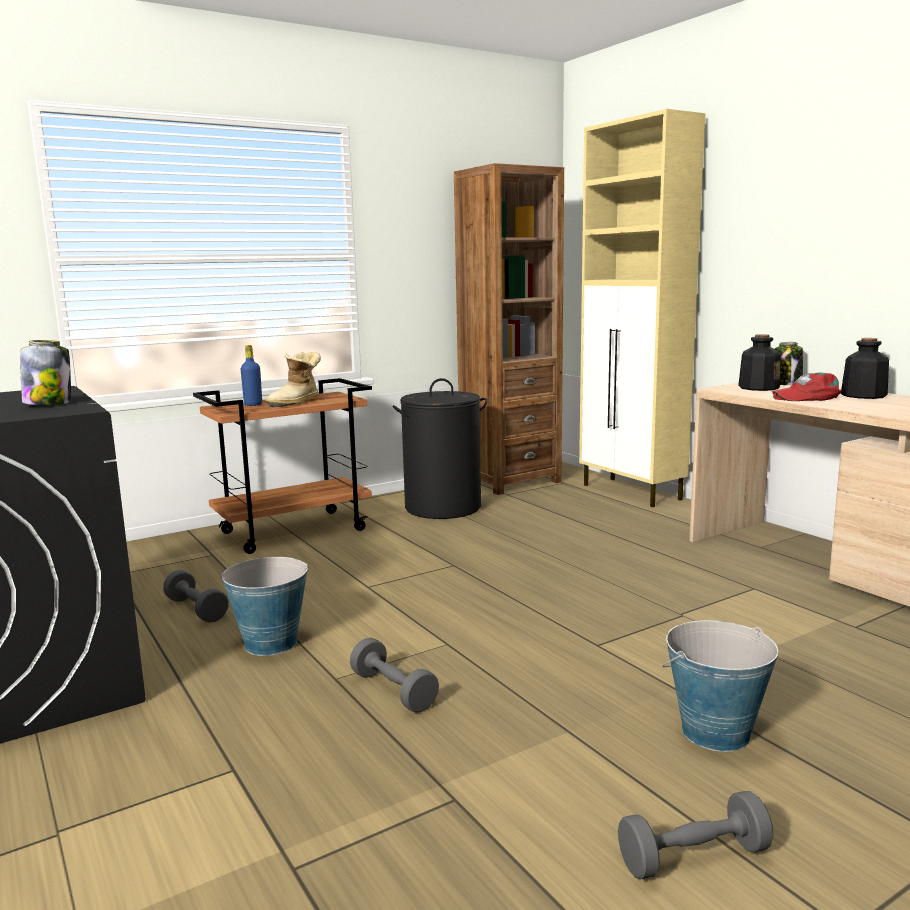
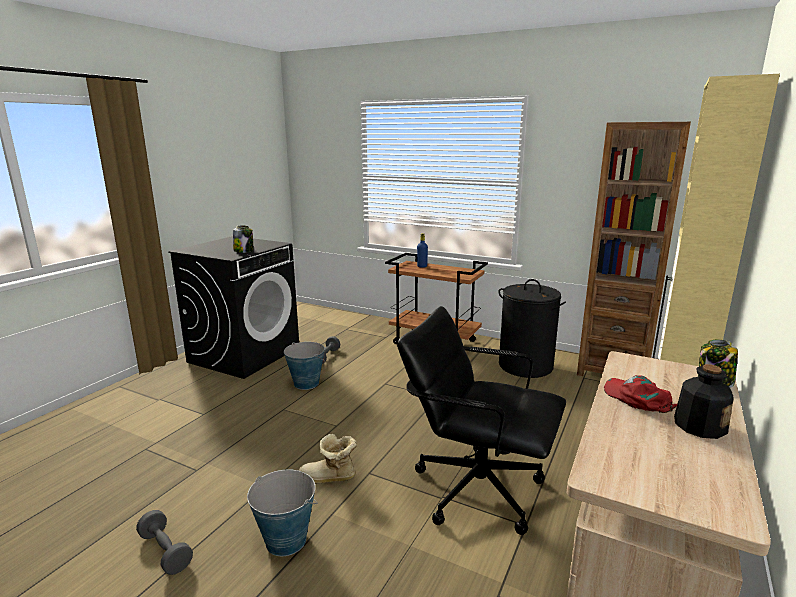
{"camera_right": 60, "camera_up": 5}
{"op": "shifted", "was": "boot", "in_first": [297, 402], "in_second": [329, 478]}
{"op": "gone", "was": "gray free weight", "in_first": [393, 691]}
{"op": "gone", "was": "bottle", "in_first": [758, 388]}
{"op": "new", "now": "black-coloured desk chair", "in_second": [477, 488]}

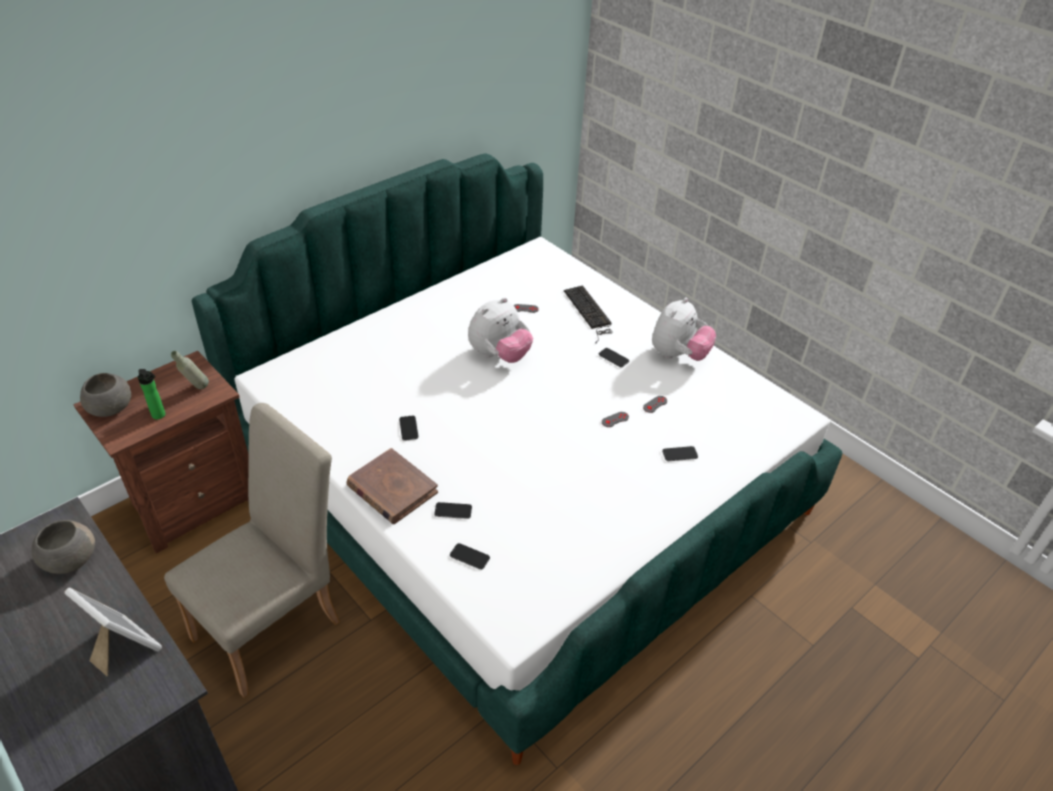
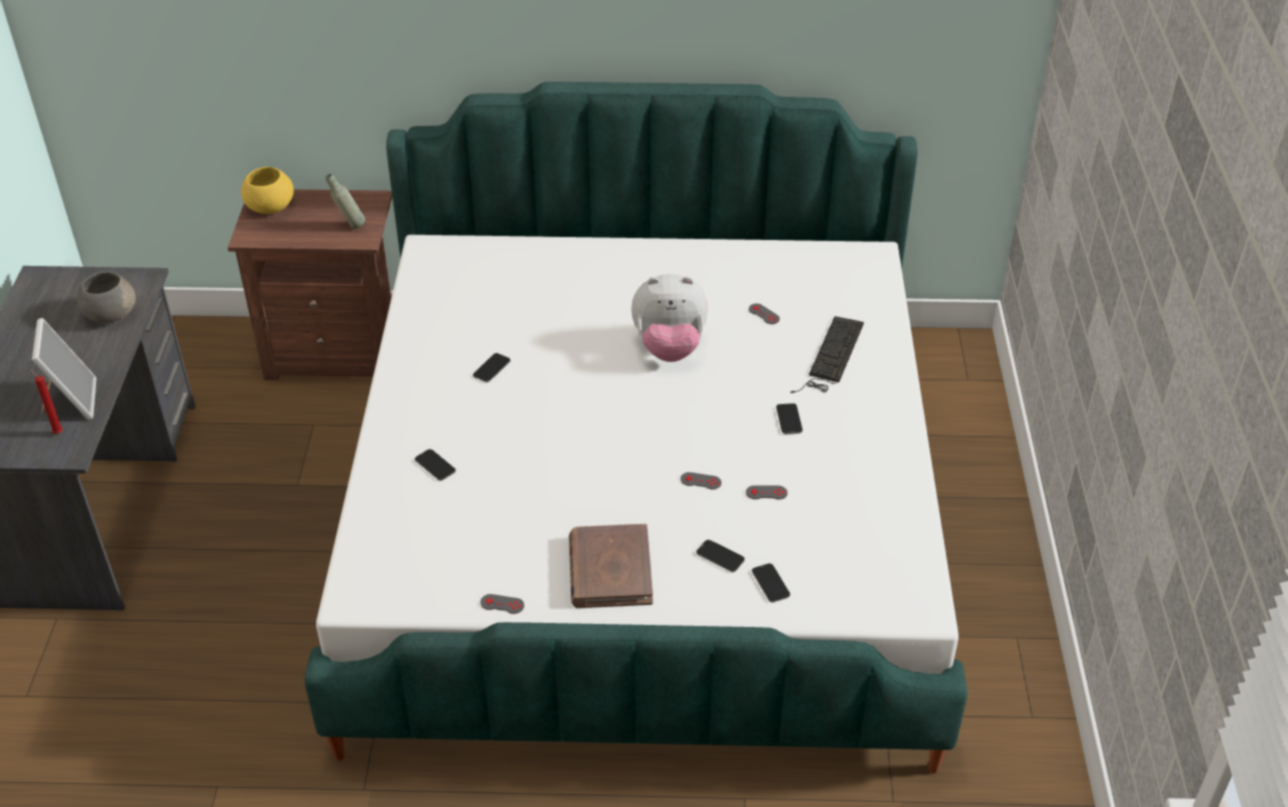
{"camera_right": 45, "camera_up": 0}
{"op": "repainted", "was": "gray deep dish", "now": "yellow deep dish", "in_first": [110, 408], "in_second": [269, 207]}
{"op": "gone", "was": "bottle", "in_first": [160, 416]}
{"op": "gone", "was": "sand-coloured upright chair", "in_first": [276, 623]}
{"op": "shifted", "was": "brown-coloured volume", "in_first": [392, 489], "in_second": [610, 570]}
{"op": "shifted", "was": "phone", "in_first": [469, 557], "in_second": [770, 583]}
{"op": "gone", "was": "soft toy", "in_first": [678, 355]}
{"op": "new", "now": "red-coloured candle", "in_second": [57, 432]}
{"op": "new", "now": "gray gamepad", "in_second": [502, 604]}

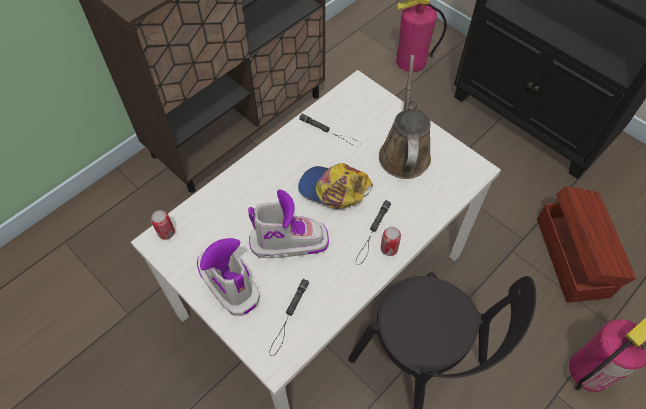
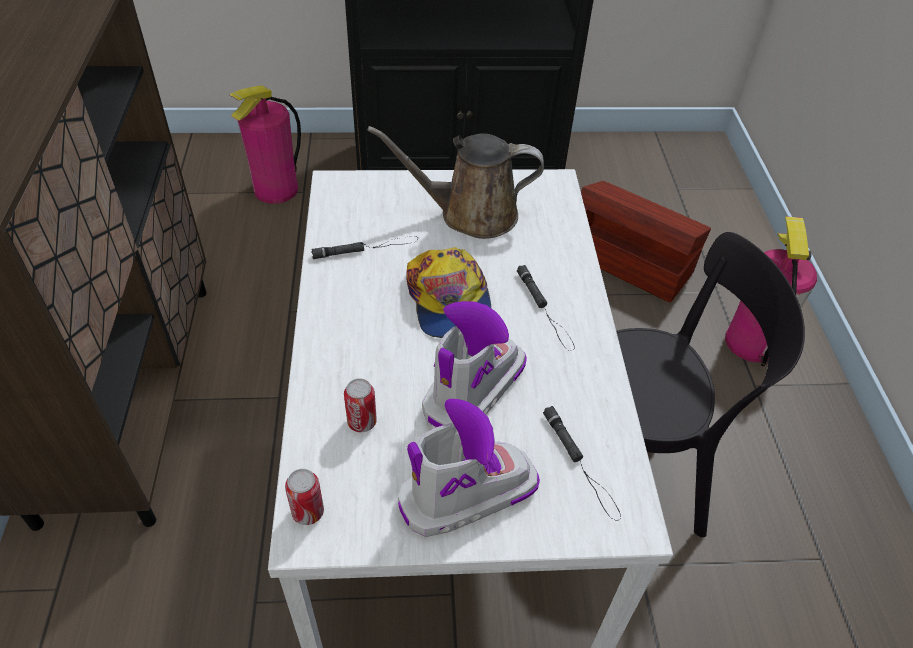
{"camera_right": -50, "camera_up": -10}
{"op": "rotated", "was": "boot", "in_first": [228, 283], "in_second": [466, 494], "clockwise": 150}
{"op": "rotated", "was": "peaked cap", "in_first": [333, 189], "in_second": [448, 300], "clockwise": -75}
{"op": "rotated", "was": "brown-coloured watering can", "in_first": [404, 152], "in_second": [470, 214], "clockwise": -45}
{"op": "shifted", "was": "can", "in_first": [389, 249], "in_second": [362, 422]}

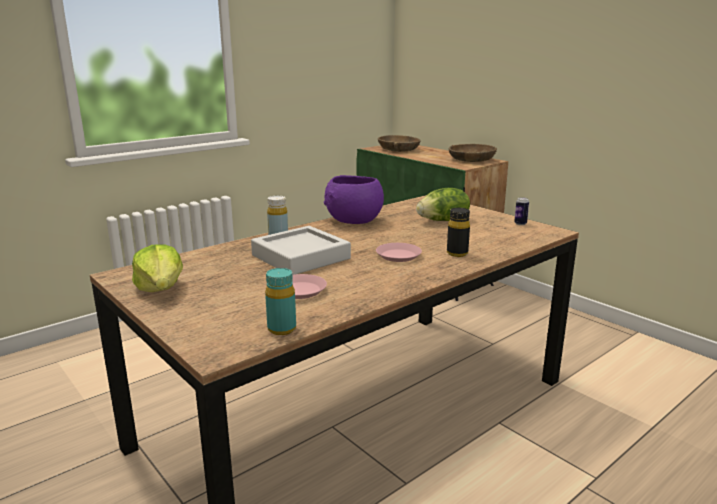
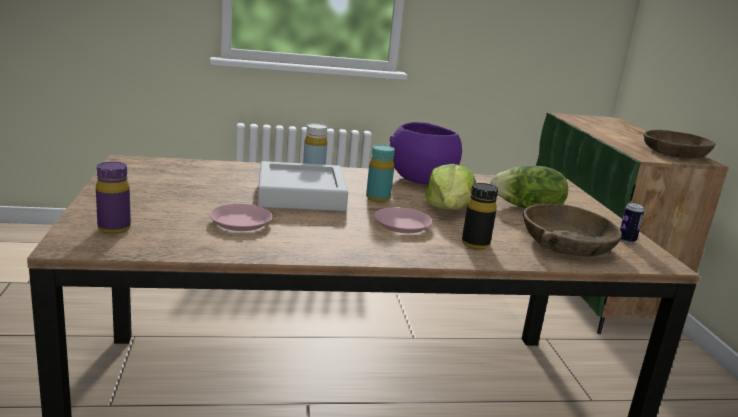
{"camera_right": 30, "camera_up": 0}
{"op": "shifted", "was": "lettuce head", "in_first": [160, 289], "in_second": [448, 209]}
{"op": "shifted", "was": "turquoise bottle", "in_first": [282, 329], "in_second": [378, 198]}
{"op": "shifted", "was": "brown-coloured deep dish", "in_first": [398, 149], "in_second": [566, 244]}
{"op": "new", "now": "purple bottle", "in_second": [114, 228]}

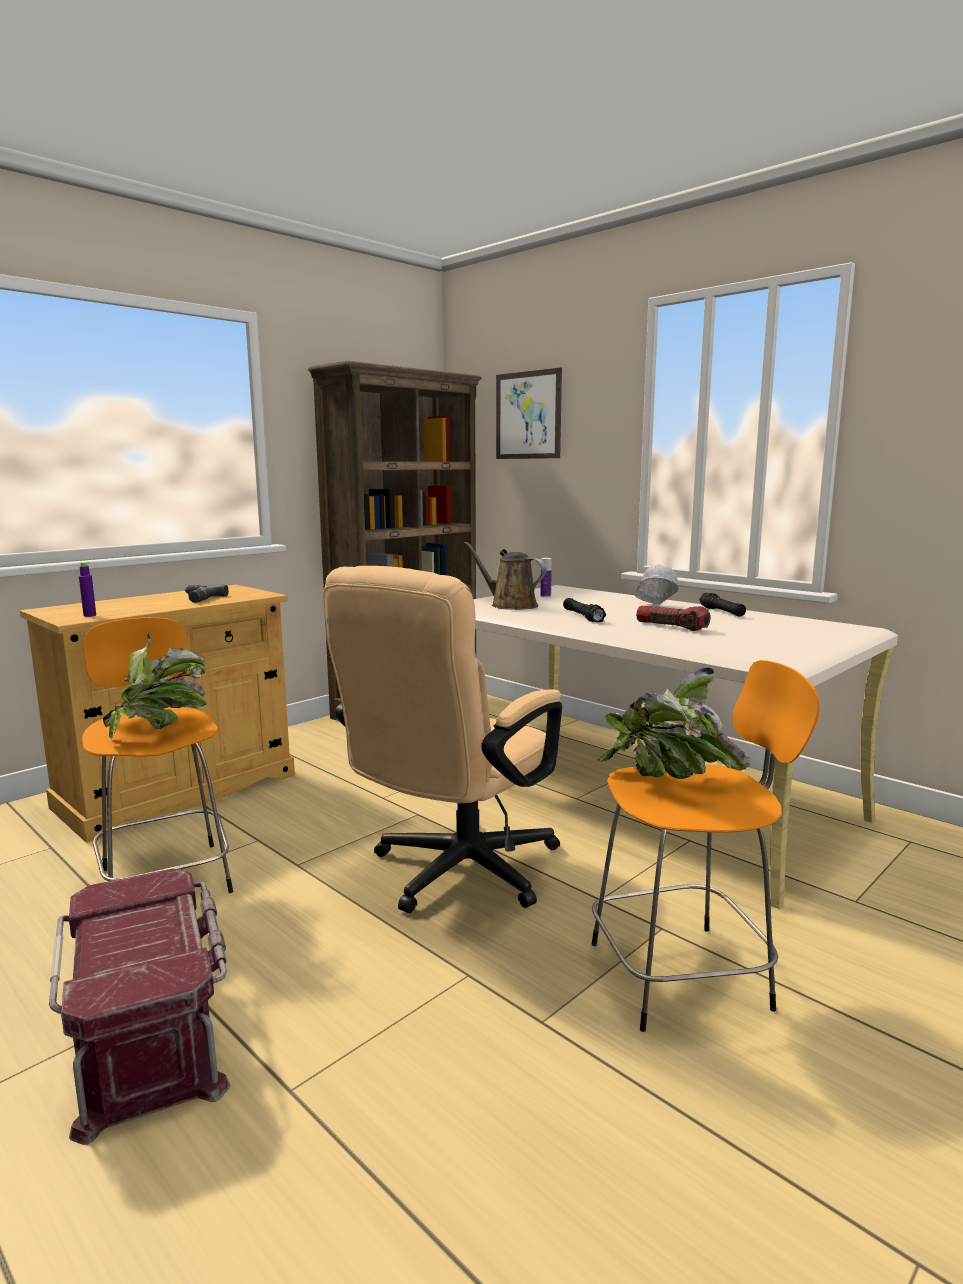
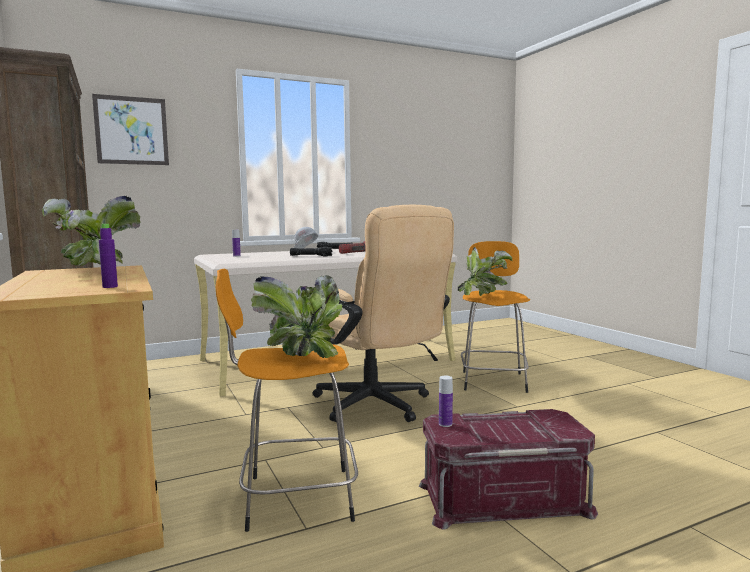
{"camera_right": -70, "camera_up": -5}
{"op": "swapped", "was": "electric drill", "now": "houseplant", "in_first": [198, 599], "in_second": [95, 274]}
{"op": "gone", "was": "brown-coloured watering can", "in_first": [510, 605]}
{"op": "new", "now": "bottle", "in_second": [445, 424]}

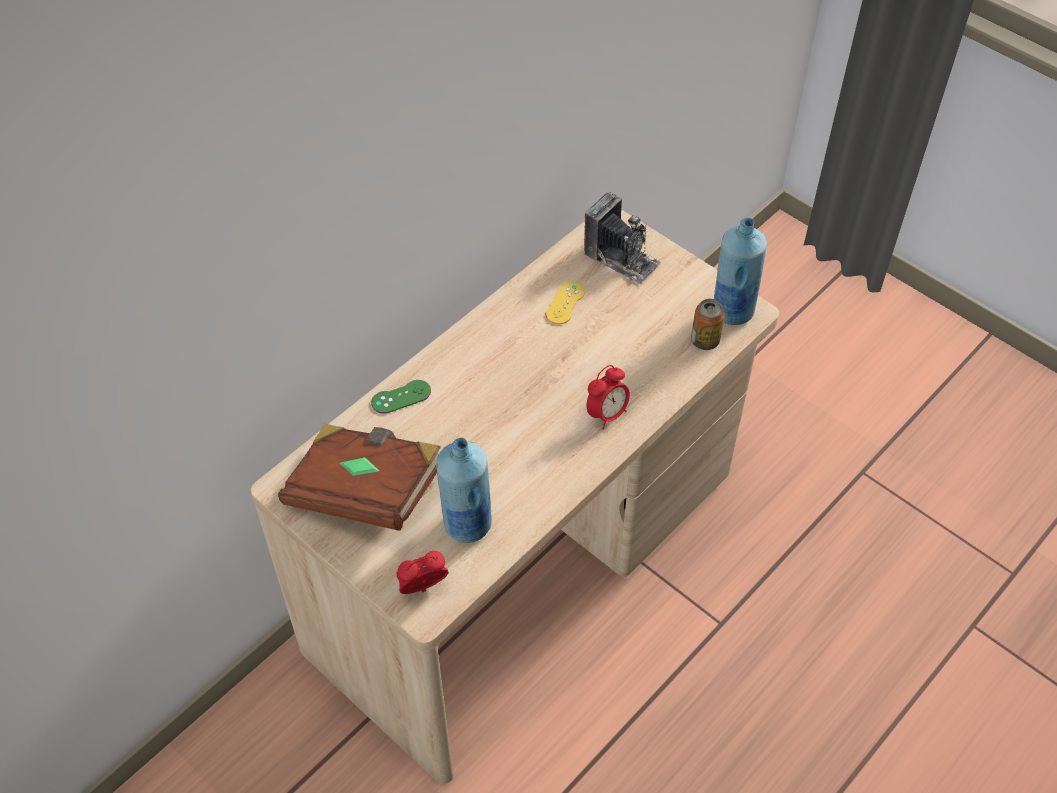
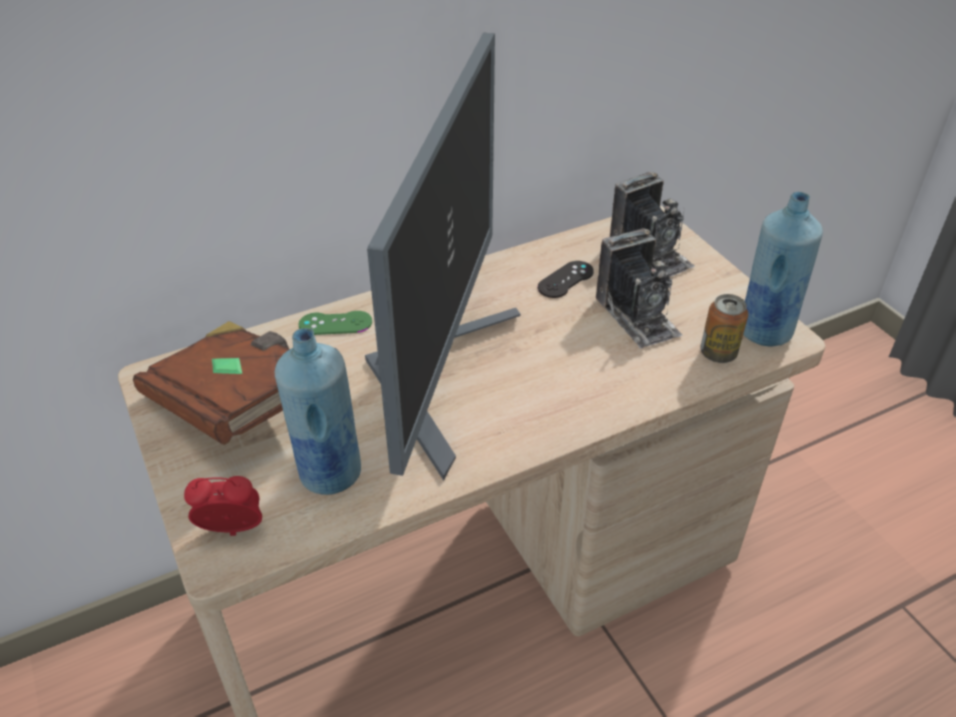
{"camera_right": 20, "camera_up": -10}
{"op": "repainted", "was": "yellow gamepad", "now": "black-coloured gamepad", "in_first": [565, 303], "in_second": [565, 279]}
{"op": "gone", "was": "table clock", "in_first": [607, 414]}
{"op": "new", "now": "computer display", "in_second": [437, 373]}
{"op": "new", "now": "still camera", "in_second": [637, 315]}

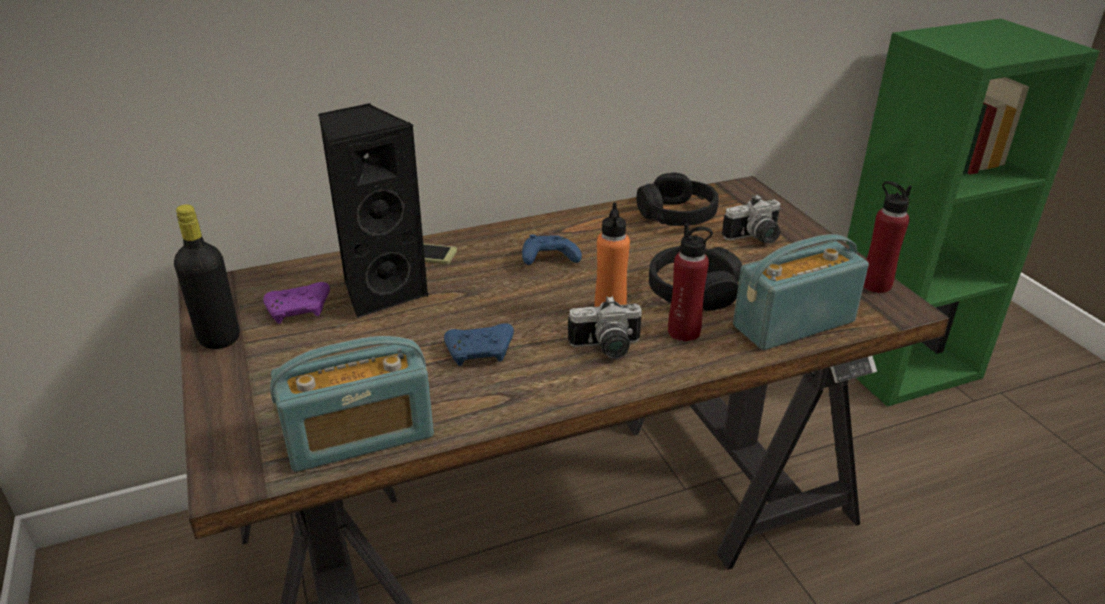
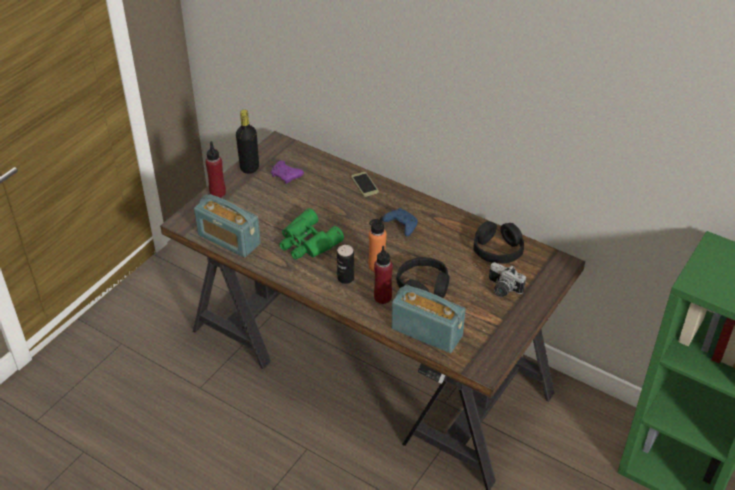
{"camera_right": 55, "camera_up": 10}
{"op": "gone", "was": "black-coloured audio speaker", "in_first": [381, 291]}
{"op": "swapped", "was": "blue gamepad", "now": "green binoculars", "in_first": [481, 353], "in_second": [307, 243]}
{"op": "swapped", "was": "still camera", "now": "can", "in_first": [606, 348], "in_second": [345, 278]}
{"op": "shifted", "was": "red-coloured bottle", "in_first": [875, 285], "in_second": [217, 192]}

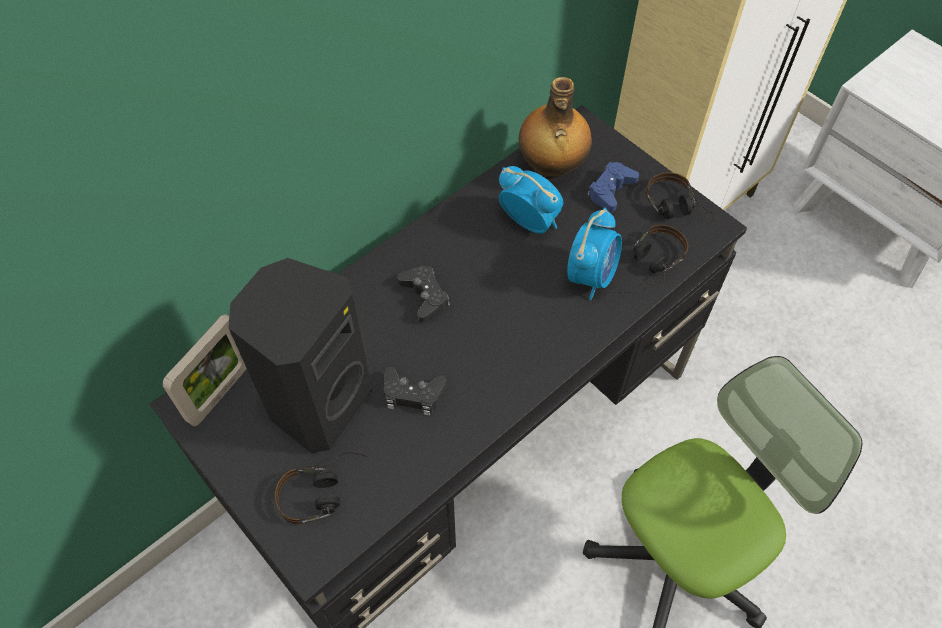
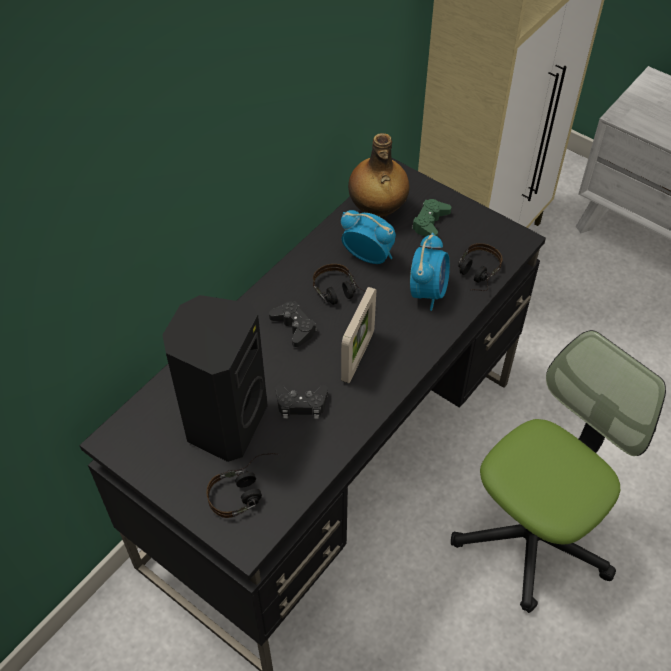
{"camera_right": -10, "camera_up": -5}
{"op": "shifted", "was": "photo frame", "in_first": [221, 392], "in_second": [358, 357]}
{"op": "repainted", "was": "blue gamepad", "now": "green gamepad", "in_first": [611, 190], "in_second": [430, 222]}
{"op": "shifted", "was": "headphones", "in_first": [677, 211], "in_second": [342, 296]}

